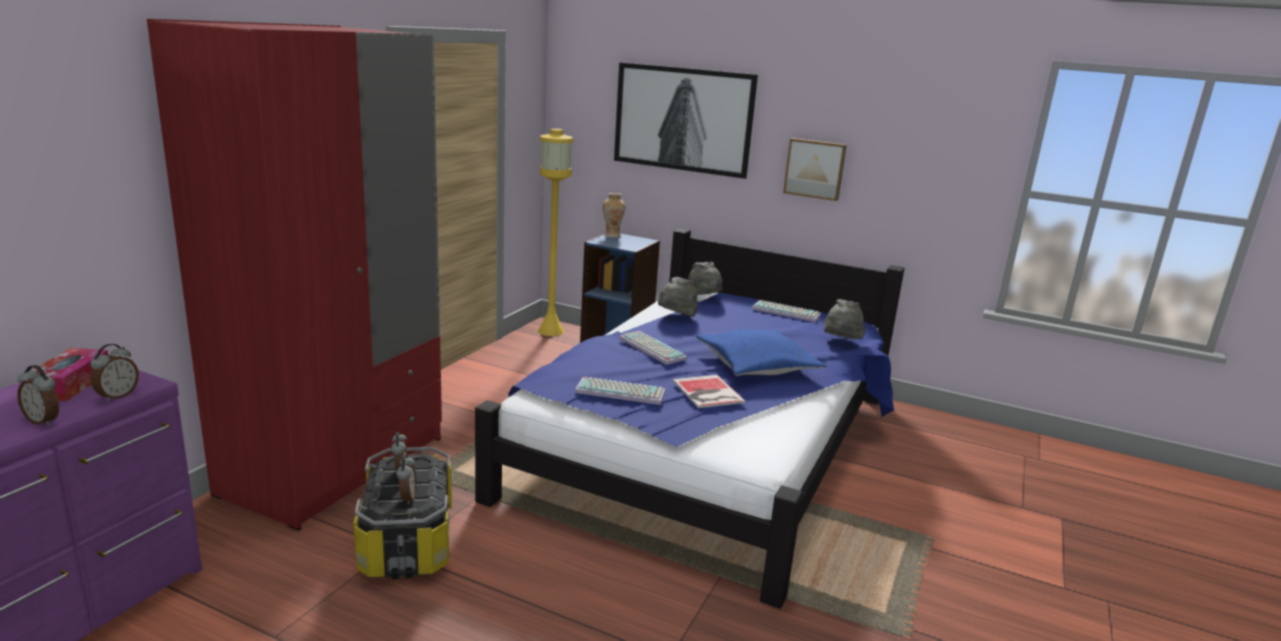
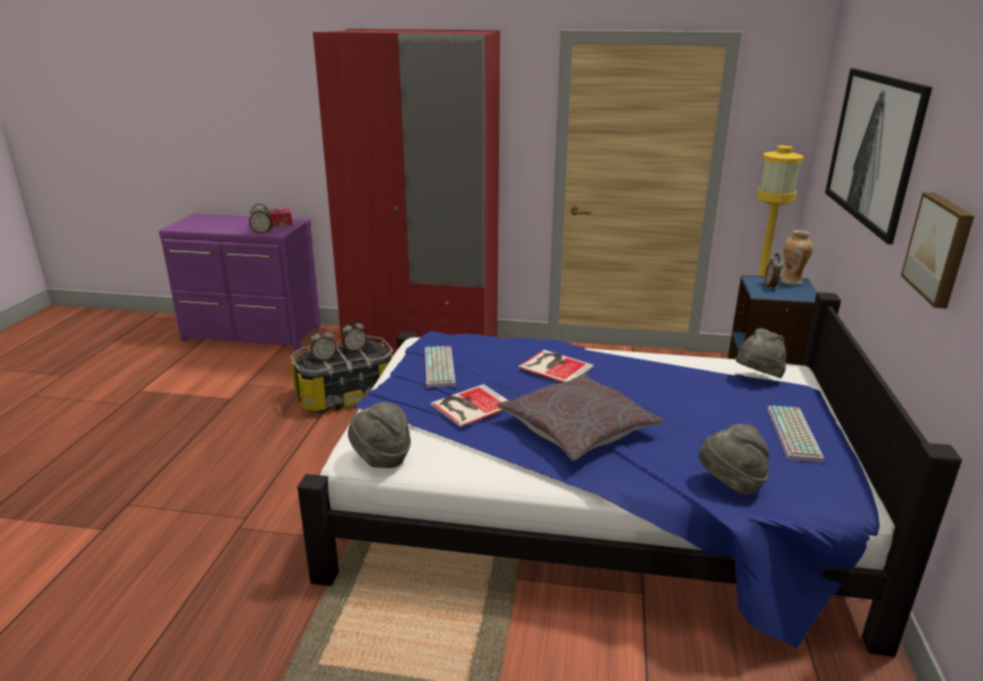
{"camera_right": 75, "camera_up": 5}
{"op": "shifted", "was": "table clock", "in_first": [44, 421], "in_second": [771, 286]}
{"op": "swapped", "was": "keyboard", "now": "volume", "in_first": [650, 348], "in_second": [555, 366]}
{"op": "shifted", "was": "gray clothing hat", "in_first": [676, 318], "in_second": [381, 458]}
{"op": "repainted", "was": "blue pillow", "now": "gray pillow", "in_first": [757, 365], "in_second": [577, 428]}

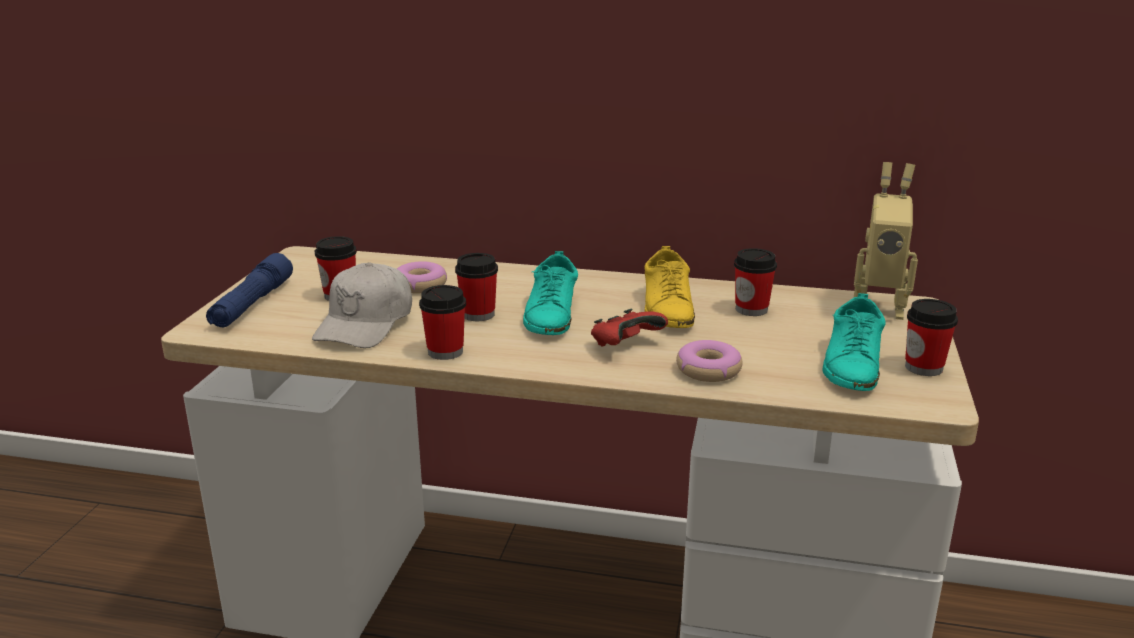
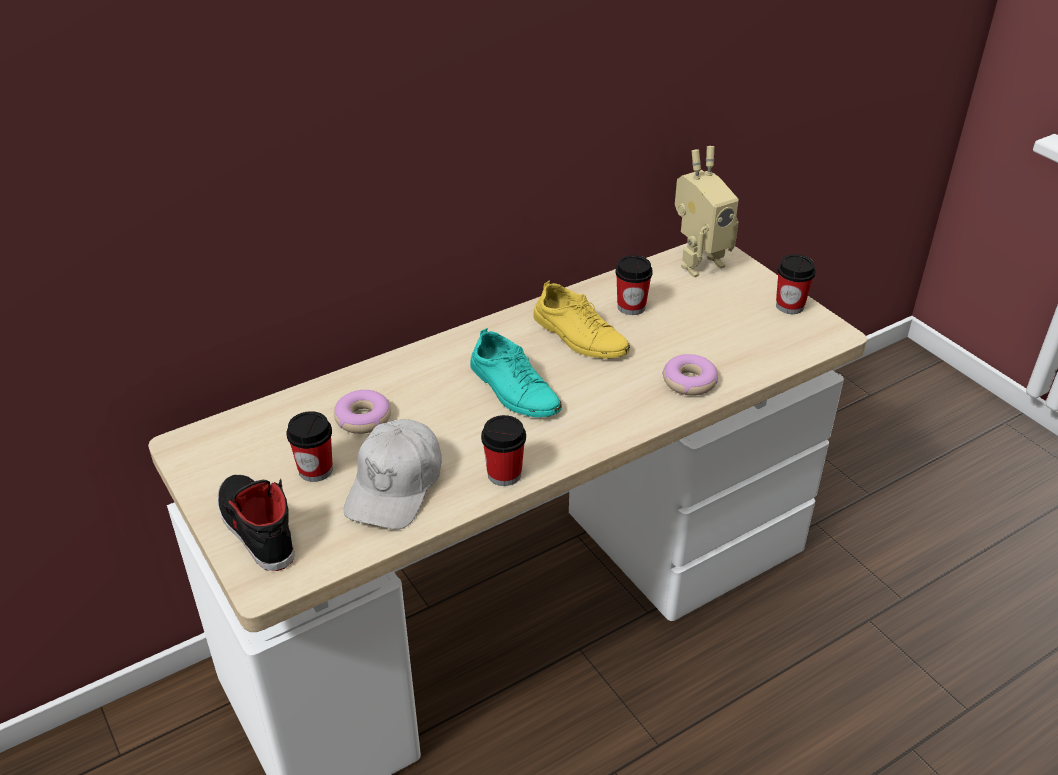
{"camera_right": -45, "camera_up": 15}
{"op": "swapped", "was": "blue torch", "now": "black-coloured shoe", "in_first": [252, 304], "in_second": [255, 528]}
{"op": "rotated", "was": "white peaked cap", "in_first": [366, 324], "in_second": [395, 486], "clockwise": 45}
{"op": "gone", "was": "small cup", "in_first": [478, 314]}
{"op": "gone", "was": "red-coloured gamepad", "in_first": [625, 345]}
{"op": "gone", "was": "turquoise shoe", "in_first": [852, 364]}

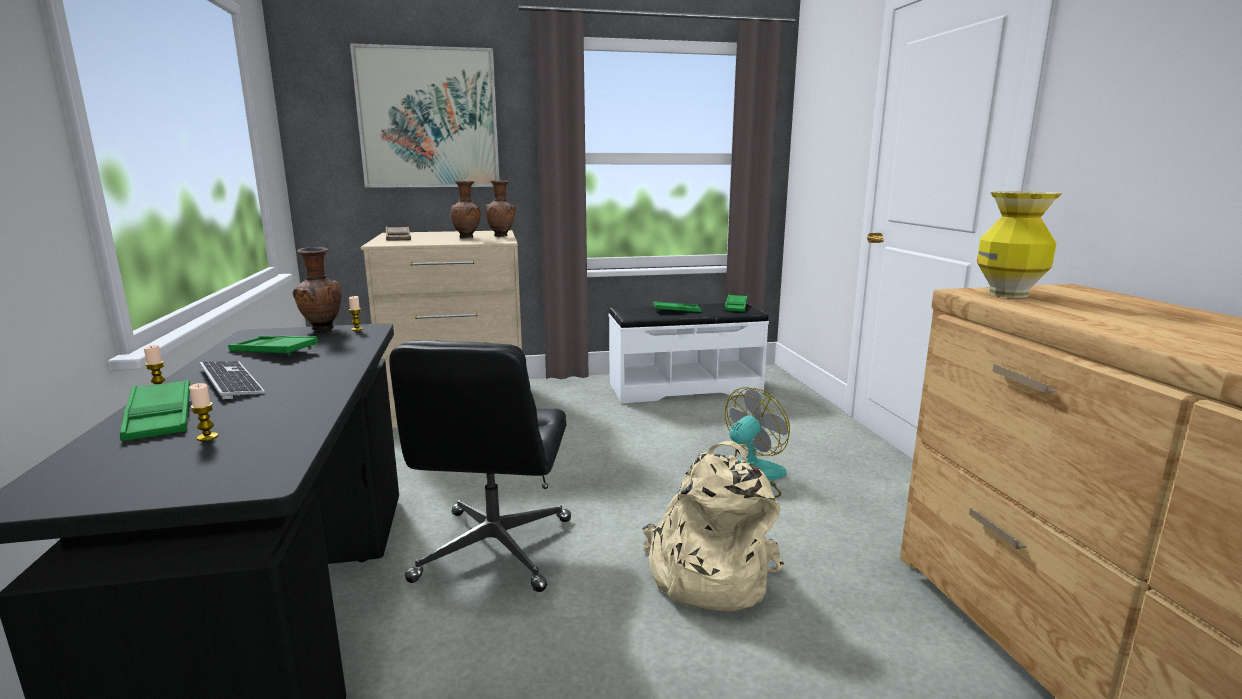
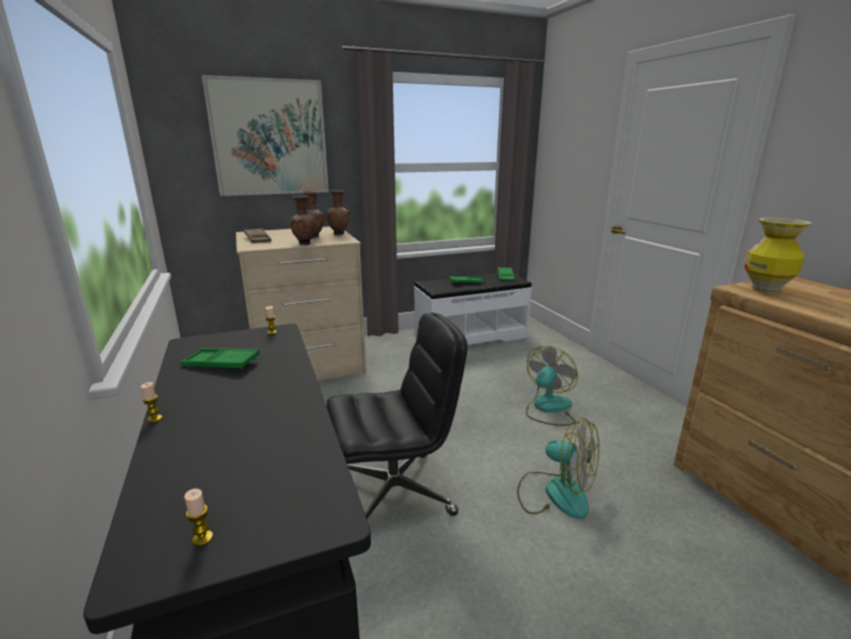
{"camera_right": -10, "camera_up": 5}
{"op": "gone", "was": "green tray", "in_first": [160, 418]}
{"op": "shifted", "was": "candle", "in_first": [207, 437], "in_second": [203, 538]}
{"op": "gone", "was": "keyboard", "in_first": [231, 381]}
{"op": "shifted", "was": "brown-coloured flower vase", "in_first": [323, 330], "in_second": [305, 244]}
{"op": "rotated", "was": "black-coloured desk chair", "in_first": [494, 550], "in_second": [395, 492], "clockwise": -105}
{"op": "swapped", "was": "sand-coloured backpack", "now": "fan", "in_first": [707, 573], "in_second": [555, 493]}

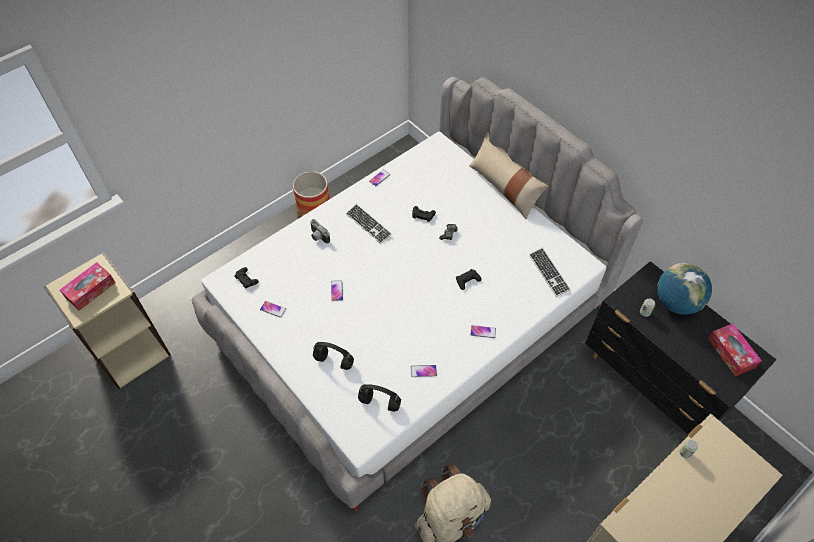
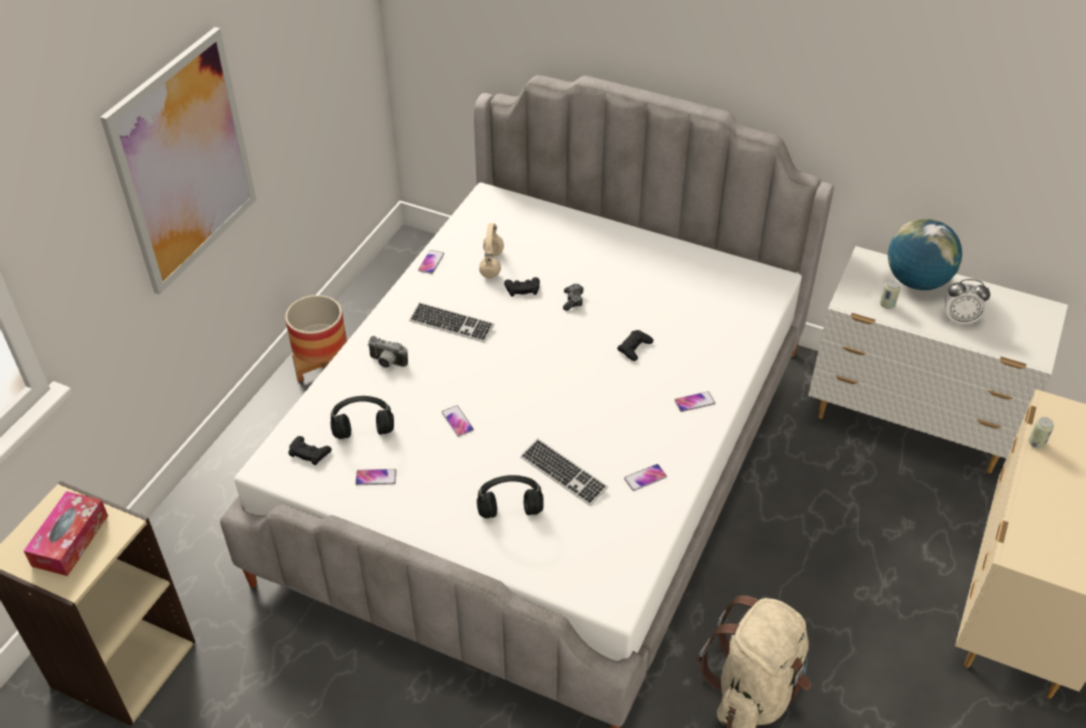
{"camera_right": -25, "camera_up": -10}
{"op": "shifted", "was": "black-coloured headphones", "in_first": [380, 402], "in_second": [365, 432]}
{"op": "gone", "was": "sand-coloured pillow", "in_first": [504, 187]}
{"op": "shifted", "was": "keyboard", "in_first": [549, 273], "in_second": [563, 473]}
{"op": "repainted", "was": "black-coloured chest of drawers", "now": "white chest of drawers", "in_first": [653, 384], "in_second": [912, 422]}
{"op": "gone", "was": "tissue holder", "in_first": [731, 353]}
{"op": "new", "now": "picture", "in_second": [183, 162]}
{"op": "new", "now": "sand-coloured headphones", "in_second": [492, 265]}
{"op": "new", "now": "table clock", "in_second": [959, 319]}

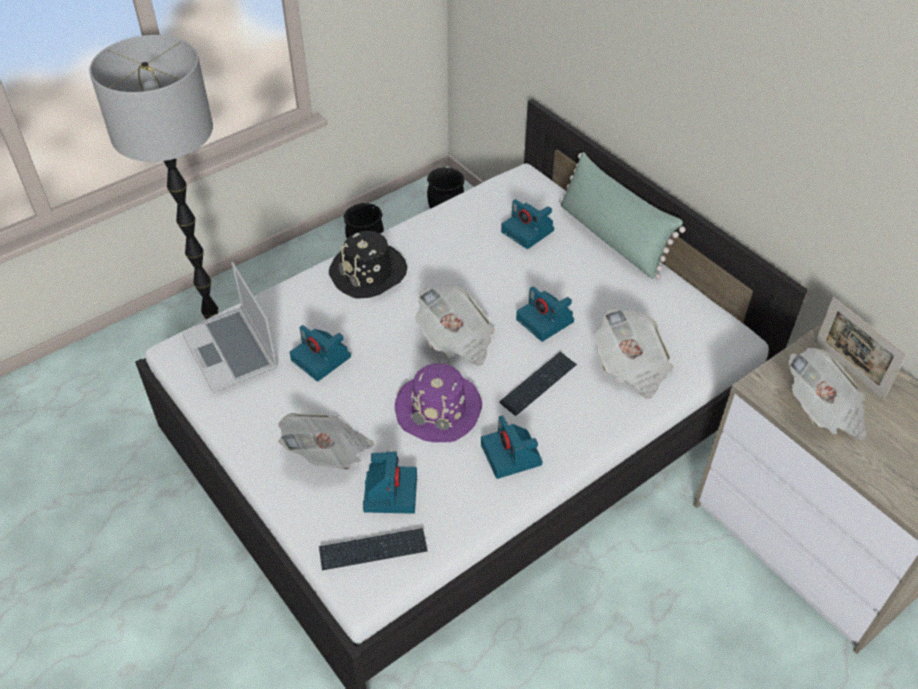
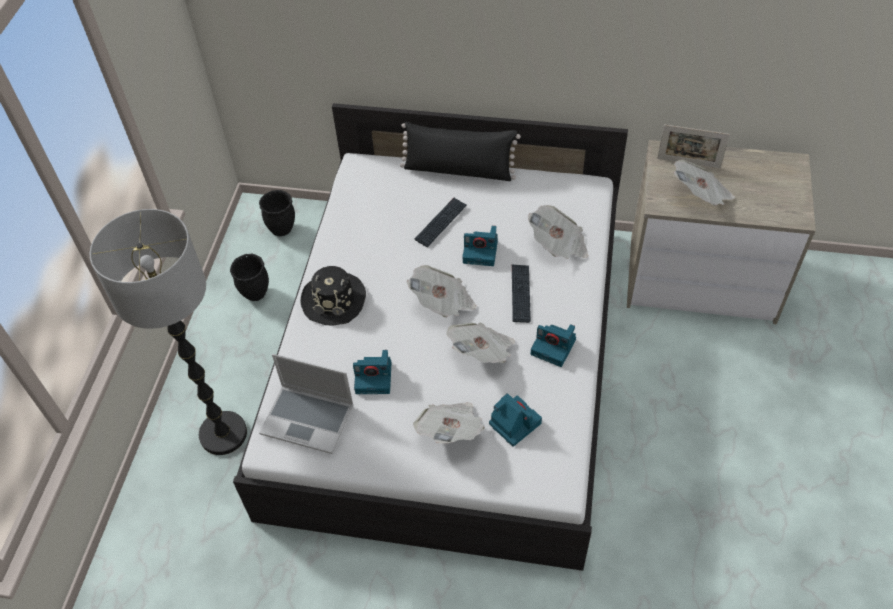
{"camera_right": -40, "camera_up": 5}
{"op": "shifted", "was": "keyboard", "in_first": [373, 550], "in_second": [441, 223]}
{"op": "swapped", "was": "purple clothing hat", "now": "daily paper", "in_first": [439, 408], "in_second": [482, 352]}
{"op": "gone", "was": "still camera", "in_first": [528, 231]}
{"op": "repainted", "was": "green pillow", "now": "black-coloured pillow", "in_first": [612, 238], "in_second": [459, 170]}

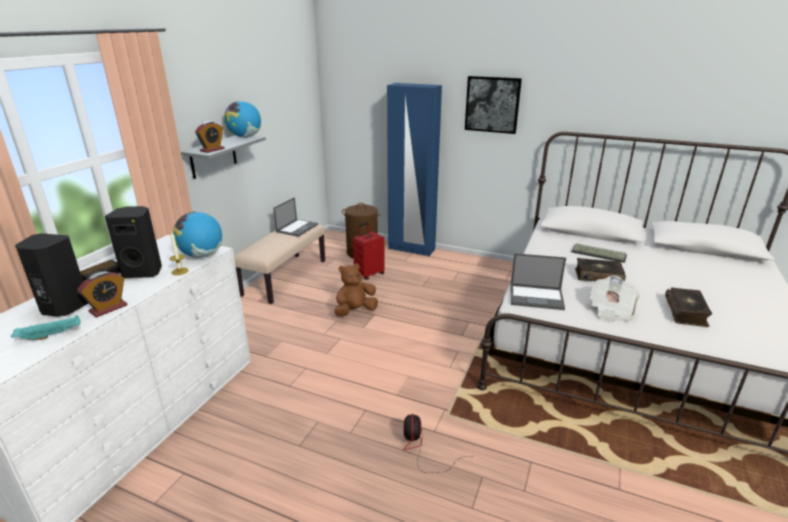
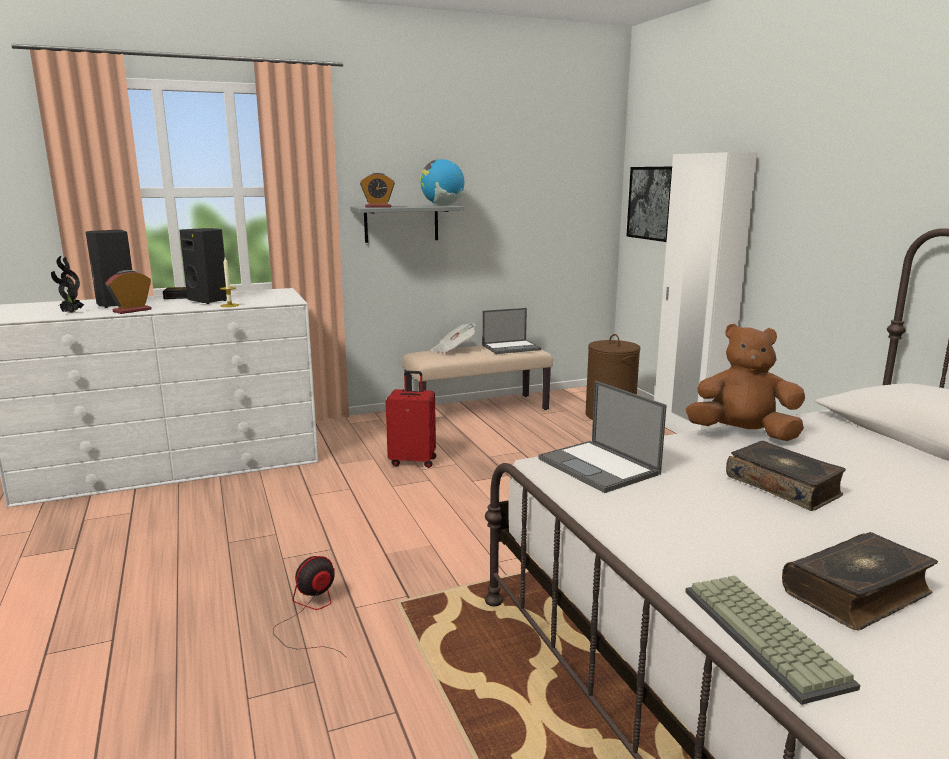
{"camera_right": 45, "camera_up": -10}
{"op": "swapped", "was": "turquoise tray", "now": "houseplant", "in_first": [51, 335], "in_second": [71, 313]}
{"op": "rotated", "was": "table clock", "in_first": [108, 308], "in_second": [132, 310], "clockwise": 135}
{"op": "gone", "was": "world globe", "in_first": [202, 255]}
{"op": "shifted", "was": "brown-coloured soft toy", "in_first": [355, 311], "in_second": [742, 434]}
{"op": "shifted", "was": "red-coloured piece of luggage", "in_first": [369, 274], "in_second": [413, 461]}
{"op": "repainted", "was": "blue wardrobe", "now": "white wardrobe", "in_first": [411, 249], "in_second": [687, 431]}
{"op": "shifted", "was": "picture", "in_first": [492, 104], "in_second": [652, 203]}
{"op": "shifted", "was": "keyboard", "in_first": [599, 253], "in_second": [767, 636]}
{"op": "shifted", "was": "daily paper", "in_first": [610, 311], "in_second": [453, 350]}

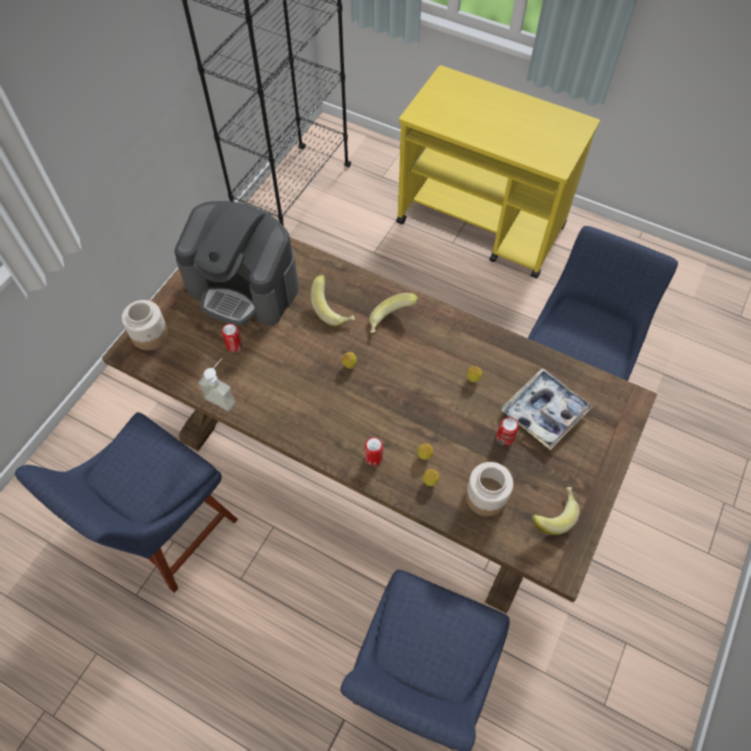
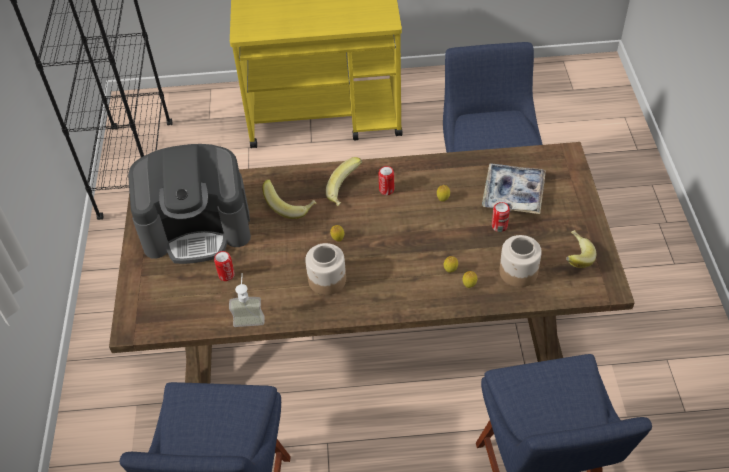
{"camera_right": -30, "camera_up": -10}
{"op": "shifted", "was": "jar", "in_first": [150, 335], "in_second": [327, 280]}
{"op": "shifted", "was": "can", "in_first": [374, 457], "in_second": [386, 190]}

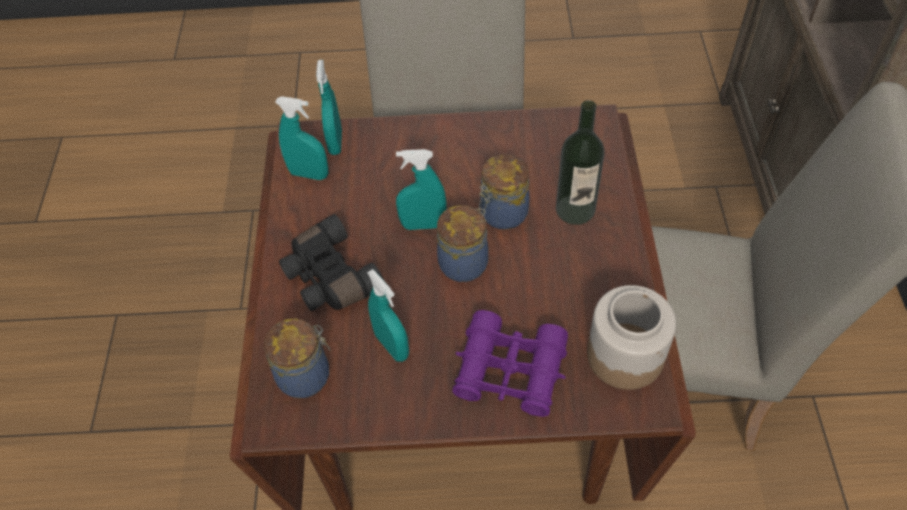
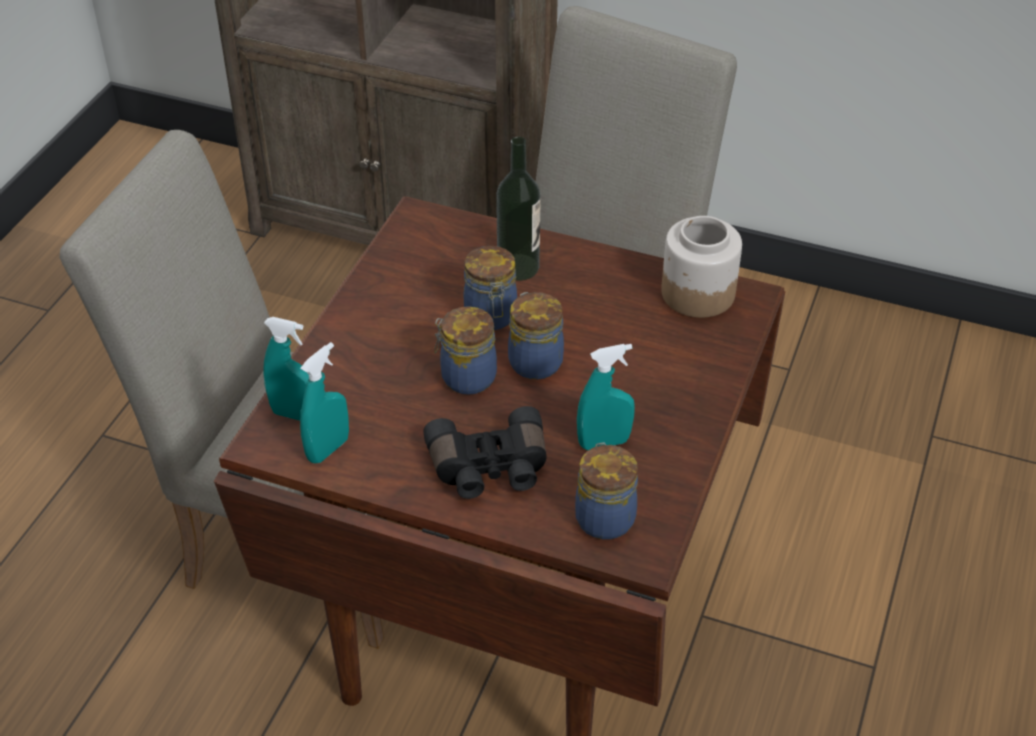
{"camera_right": -70, "camera_up": -10}
{"op": "swapped", "was": "turquoise spray bottle", "now": "jar", "in_first": [423, 225], "in_second": [466, 377]}
{"op": "gone", "was": "purple binoculars", "in_first": [510, 371]}

